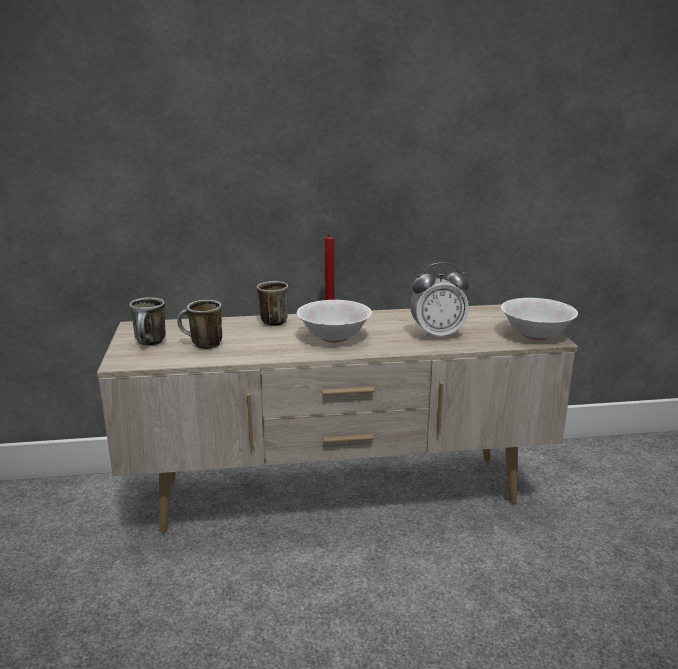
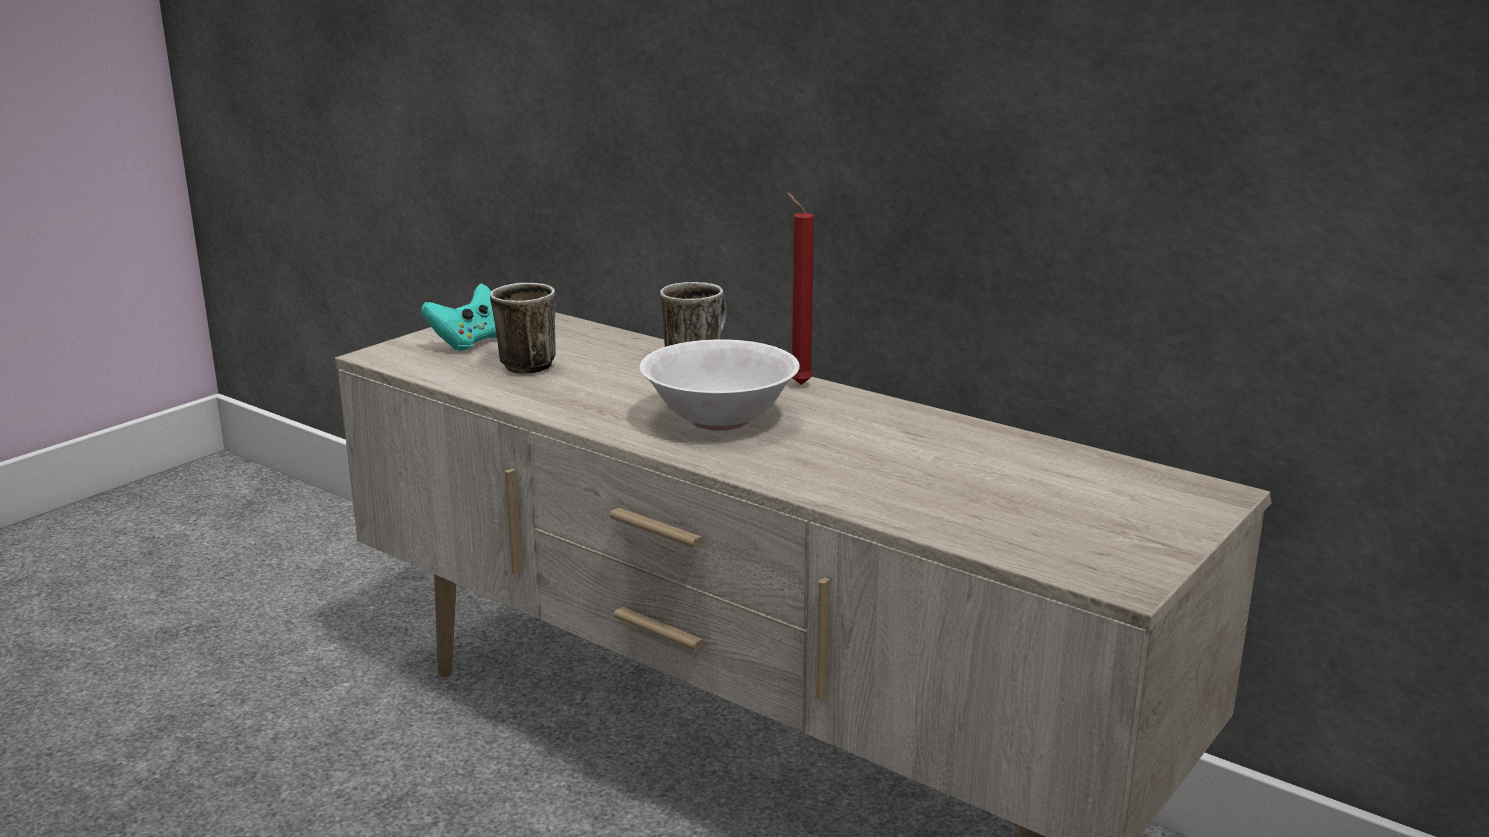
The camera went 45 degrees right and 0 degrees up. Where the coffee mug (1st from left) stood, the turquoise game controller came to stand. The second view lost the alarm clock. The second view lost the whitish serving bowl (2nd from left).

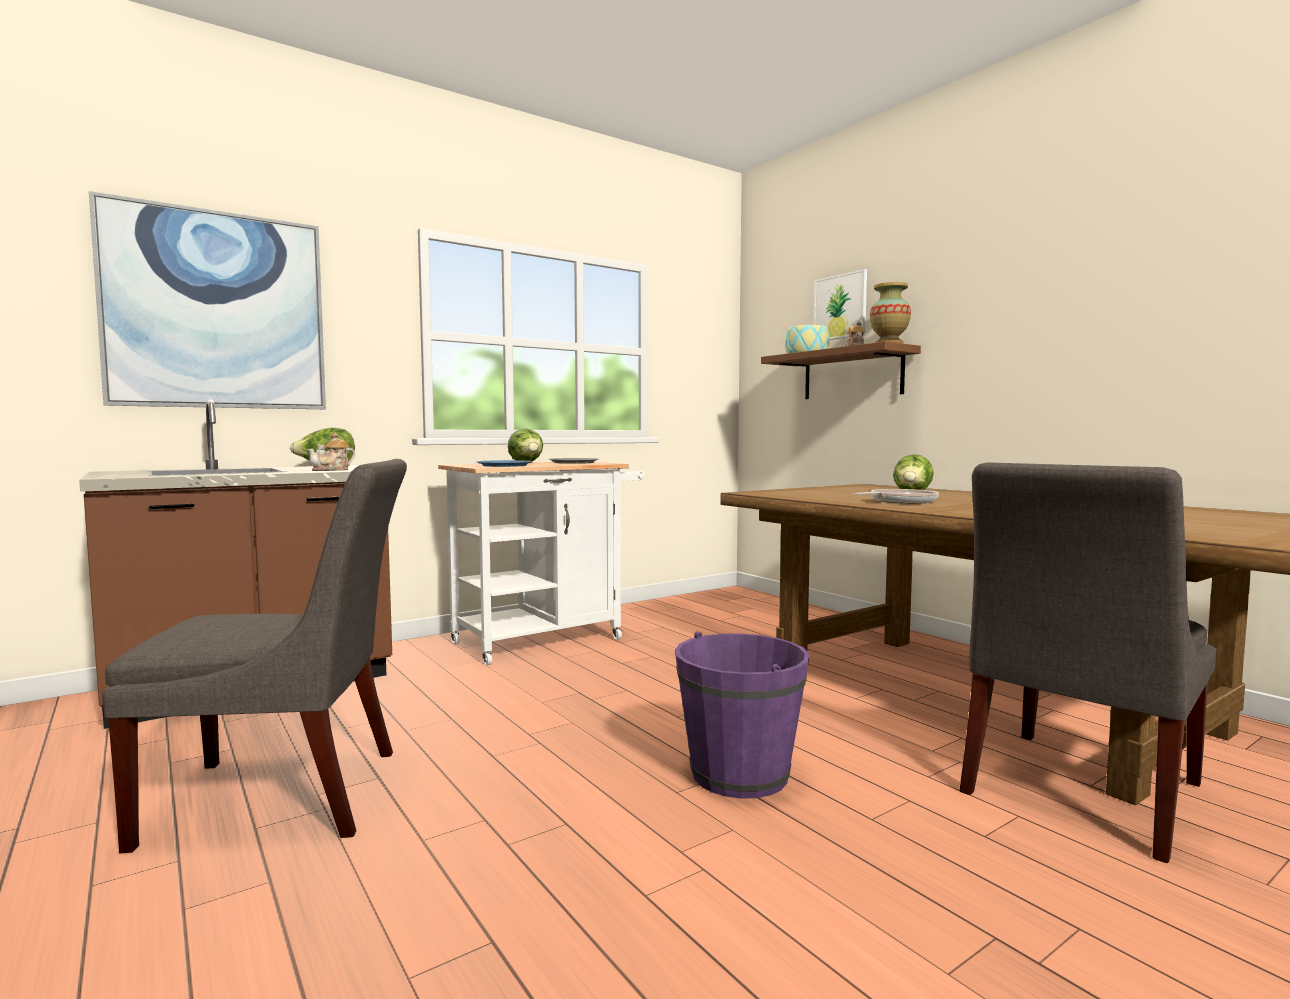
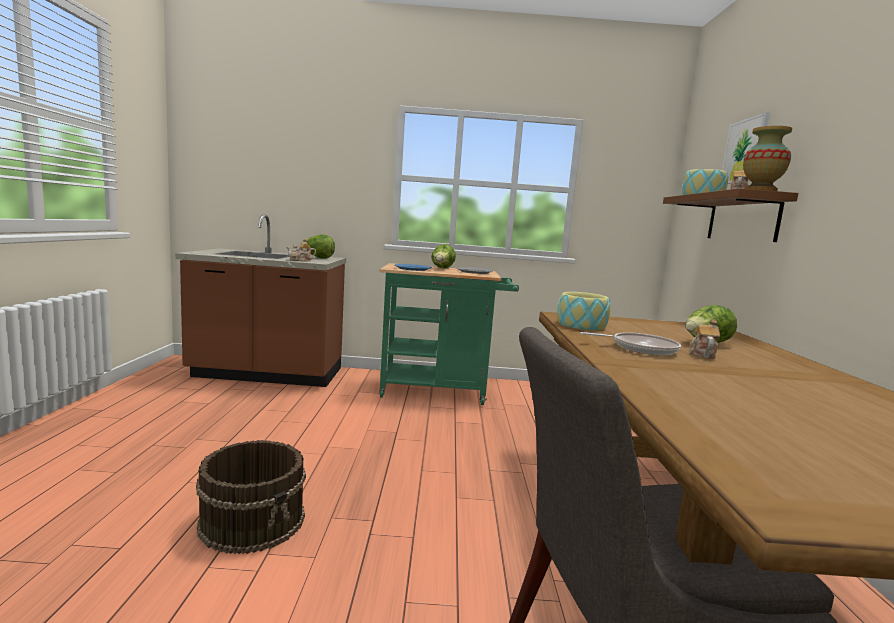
The camera went 35 degrees right and 5 degrees up. The second view gained the brownish bucket. What was the whitish trolley turned into the greenish trolley. The second view gained the serving bowl (1st from left). The second view gained the tea pot (2nd from left). The second view lost the wall picture (1st from left). The second view lost the gray upright chair (1st from left). The second view lost the purple bucket.

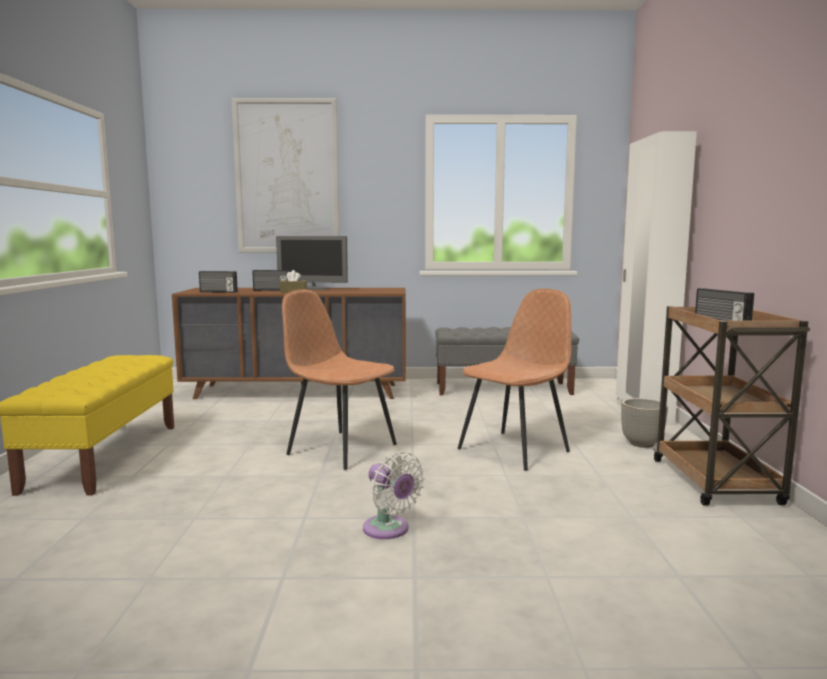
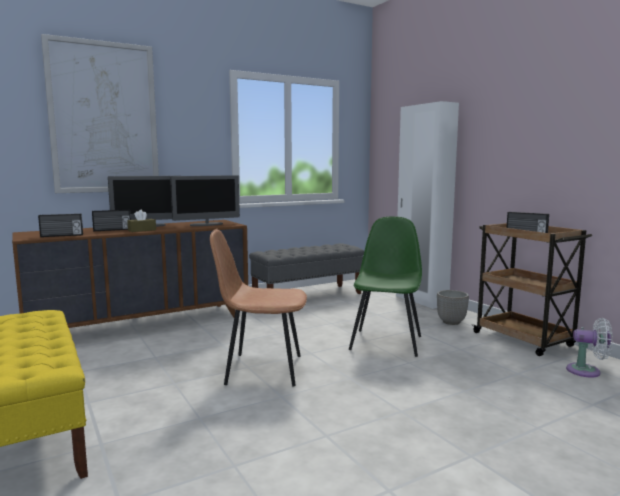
The camera went 30 degrees left and 0 degrees up. The second view gained the computer screen (2nd from left). What was the brownish upright chair (2nd from left) turned into the greenish upright chair. The whitish fan ended up elsewhere.

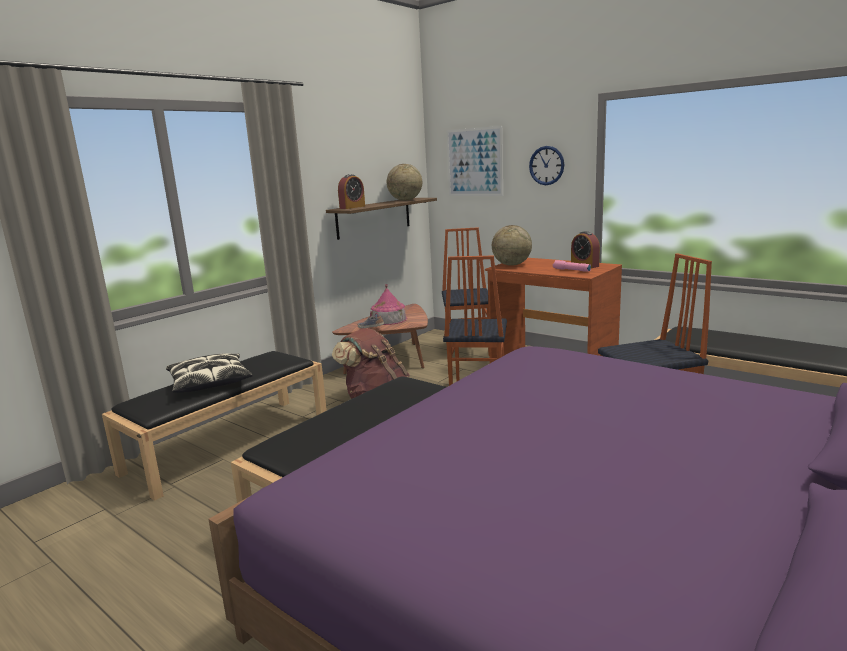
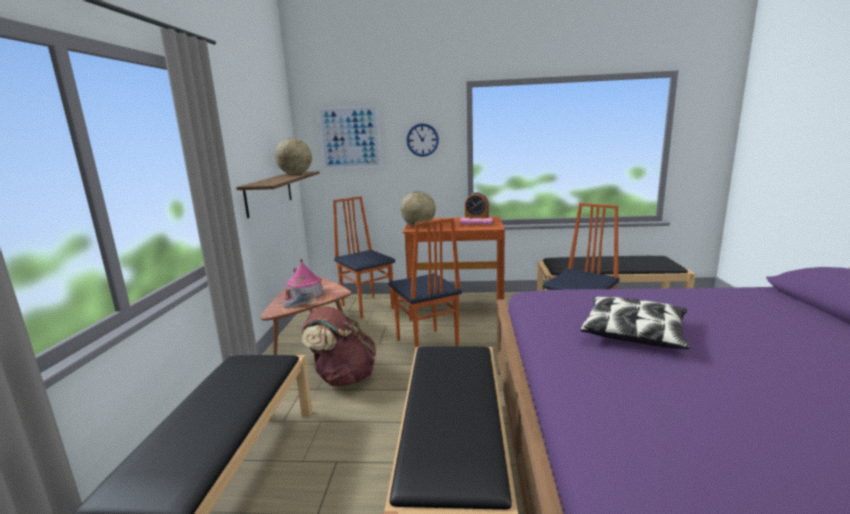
The camera went 35 degrees left and 0 degrees up. The throw pillow ended up elsewhere. The second view lost the alarm clock (1st from left).

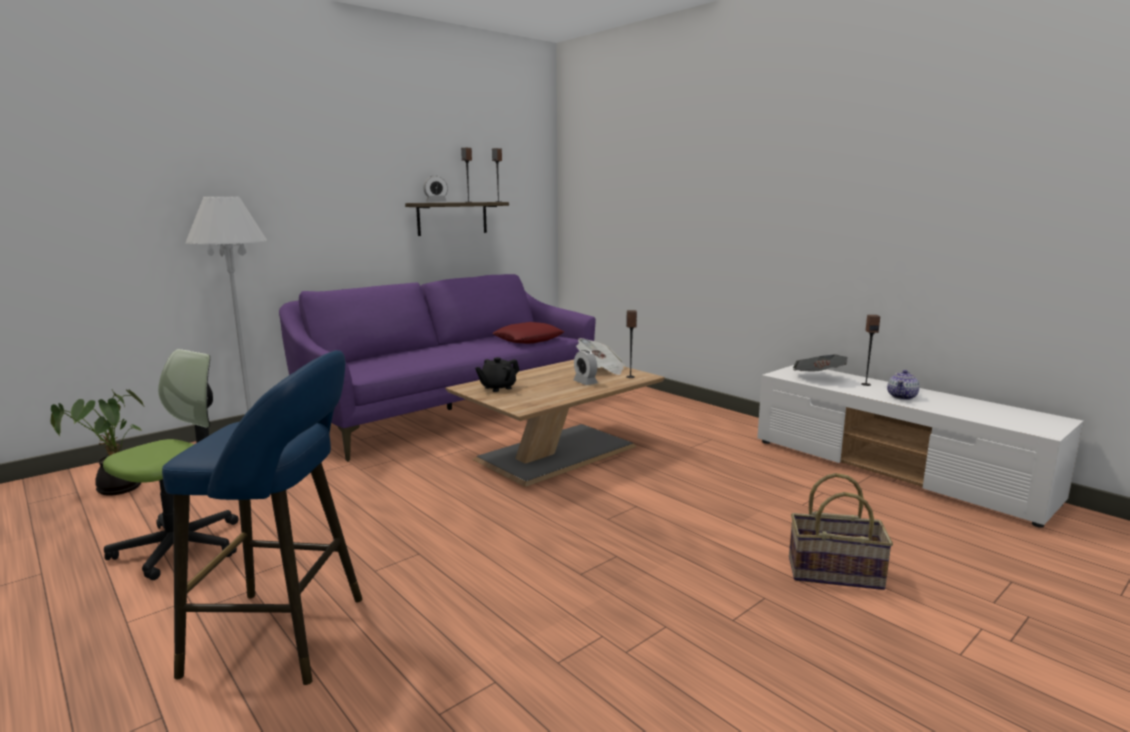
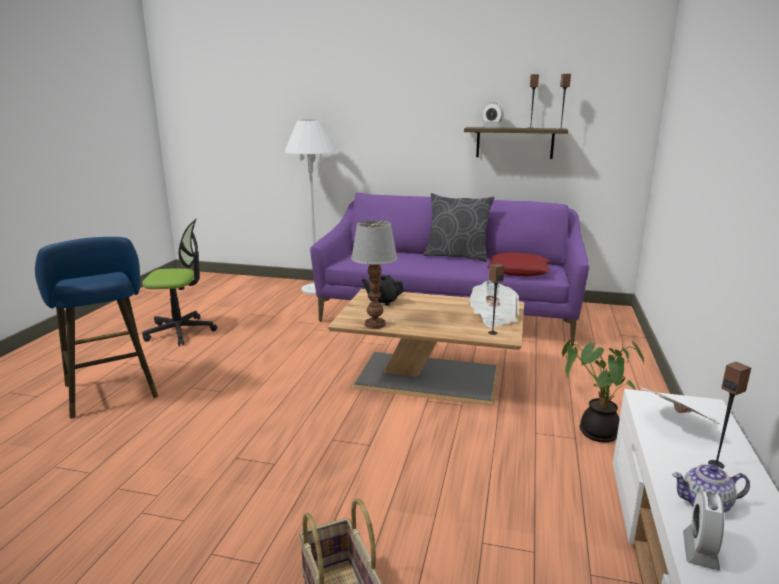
The camera went 55 degrees right and 5 degrees up. The second view gained the table lamp. The second view gained the gray throw pillow. The plant in a pot ended up elsewhere. The alarm clock (2nd from left) ended up elsewhere.

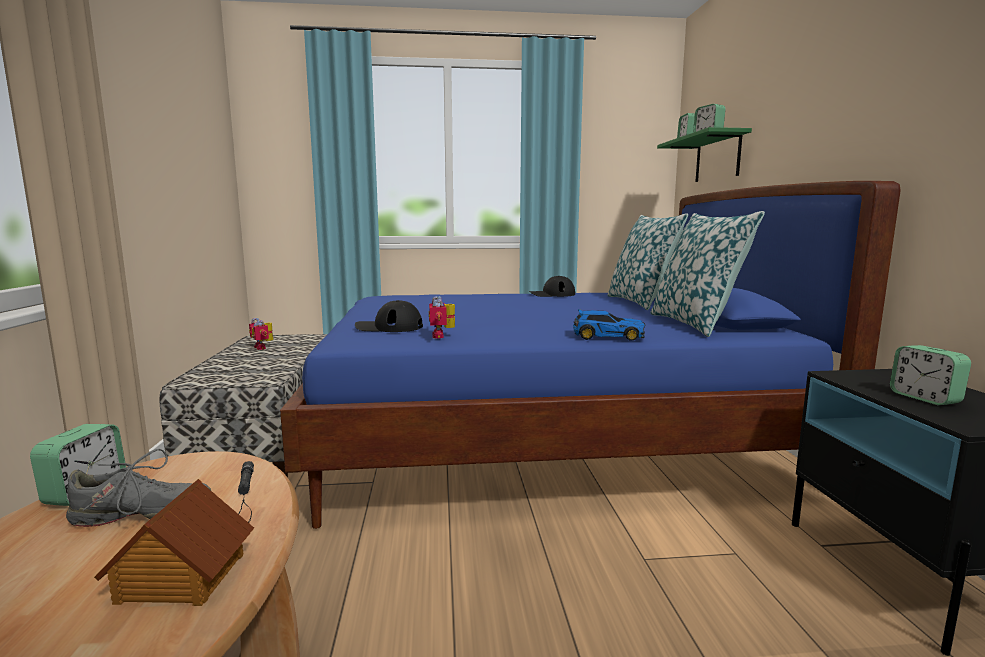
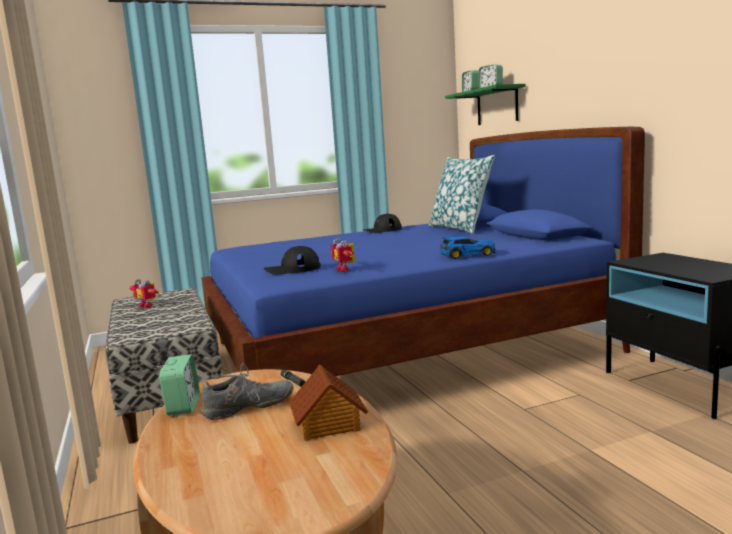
The camera went 15 degrees left and 0 degrees up. The second view lost the throw pillow (2nd from left). The second view lost the alarm clock (4th from left).

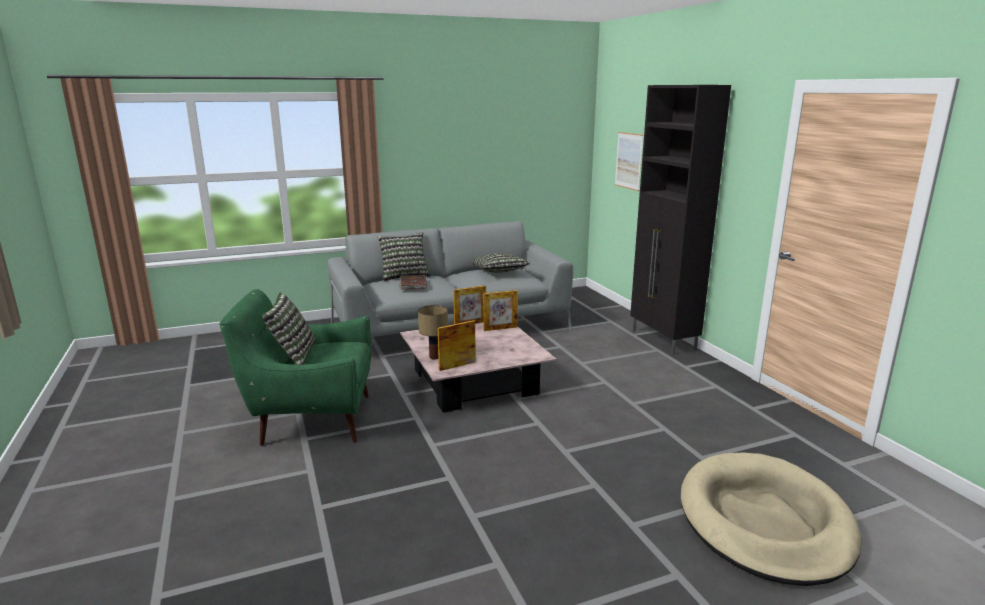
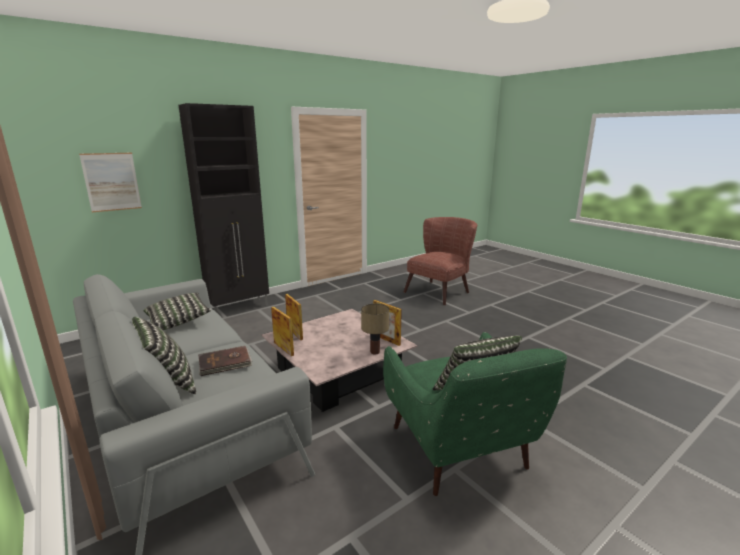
The camera went 105 degrees left and 0 degrees up. Where the beige-coloured pet bed stood, the brownish armchair came to stand.

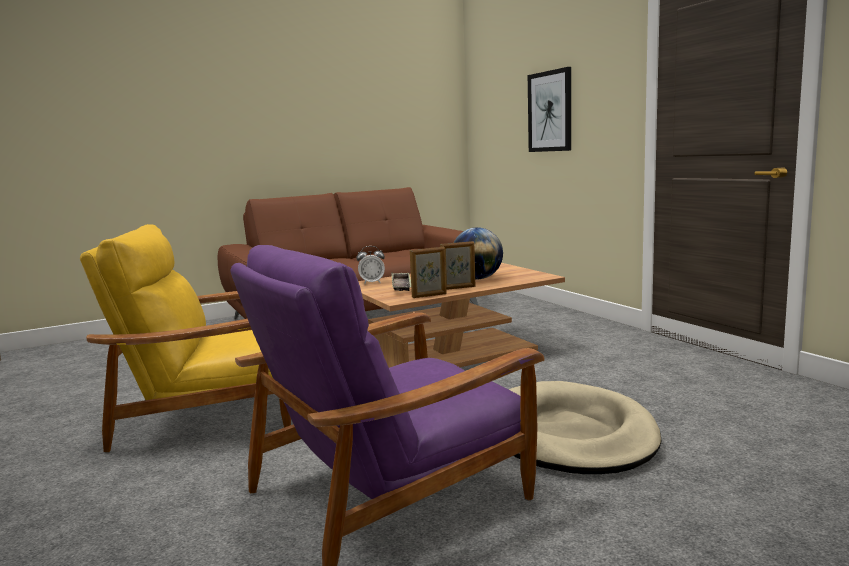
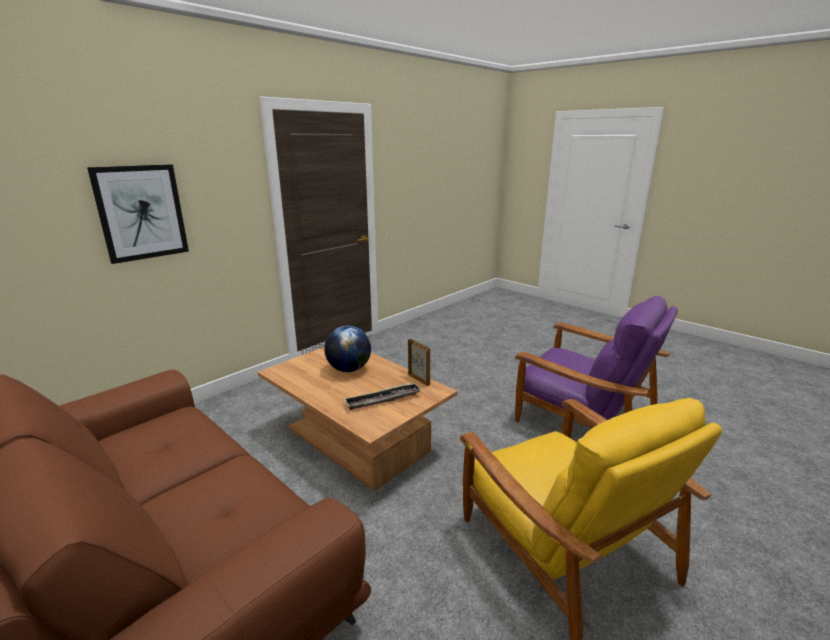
The camera went 110 degrees left and 10 degrees up. The second view lost the alarm clock. The second view lost the standing frame (2nd from left). The second view lost the beige-coloured pet bed.

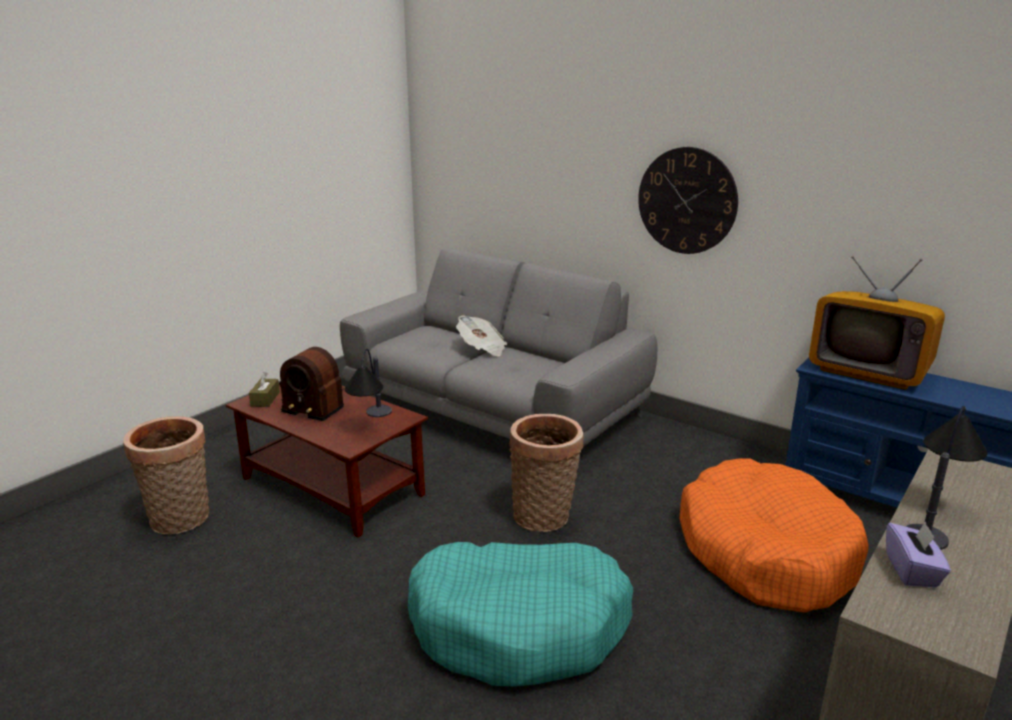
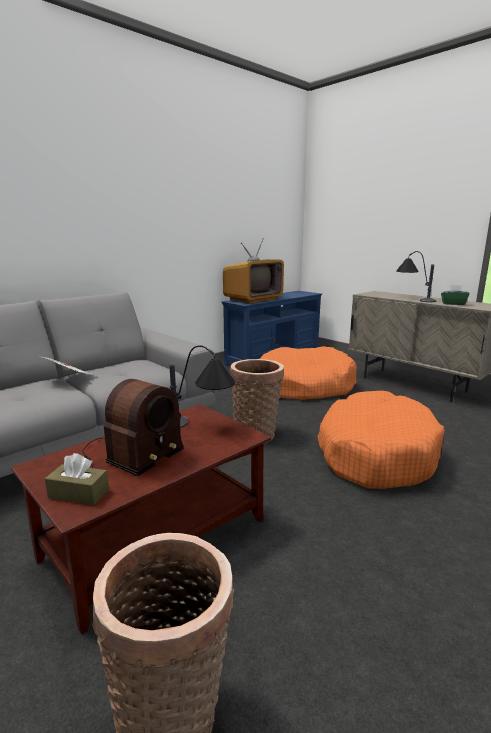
The camera went 80 degrees left and 5 degrees down. What was the turquoise pet bed turned into the orangey pet bed (2nd from left). What was the purple box of tissues turned into the greenish box of tissues. The second view lost the wall clock.

